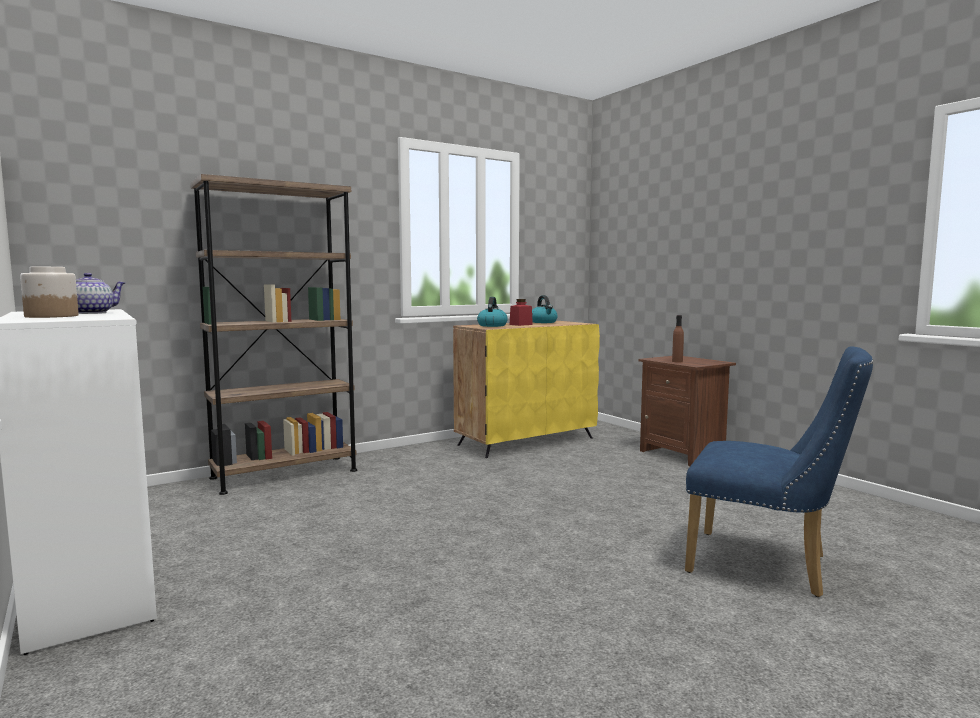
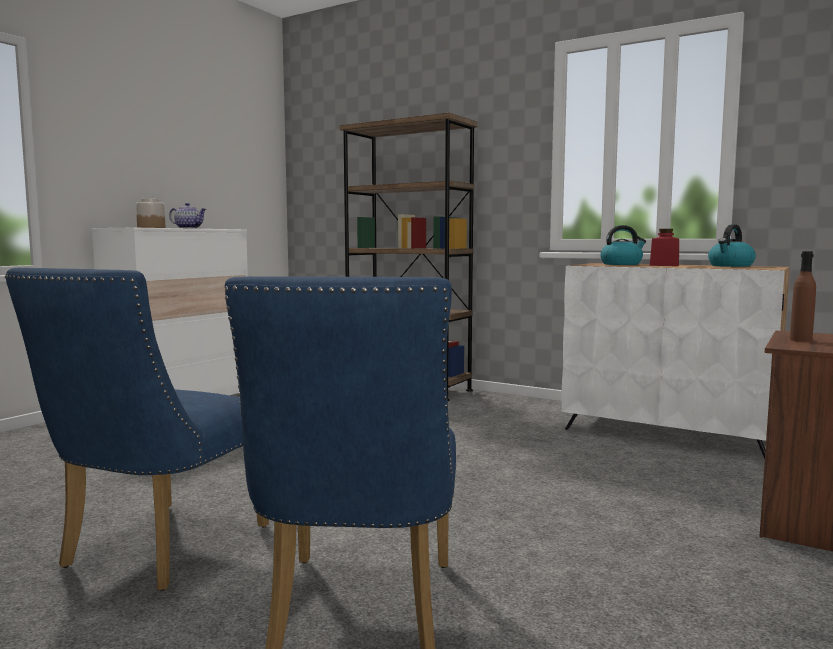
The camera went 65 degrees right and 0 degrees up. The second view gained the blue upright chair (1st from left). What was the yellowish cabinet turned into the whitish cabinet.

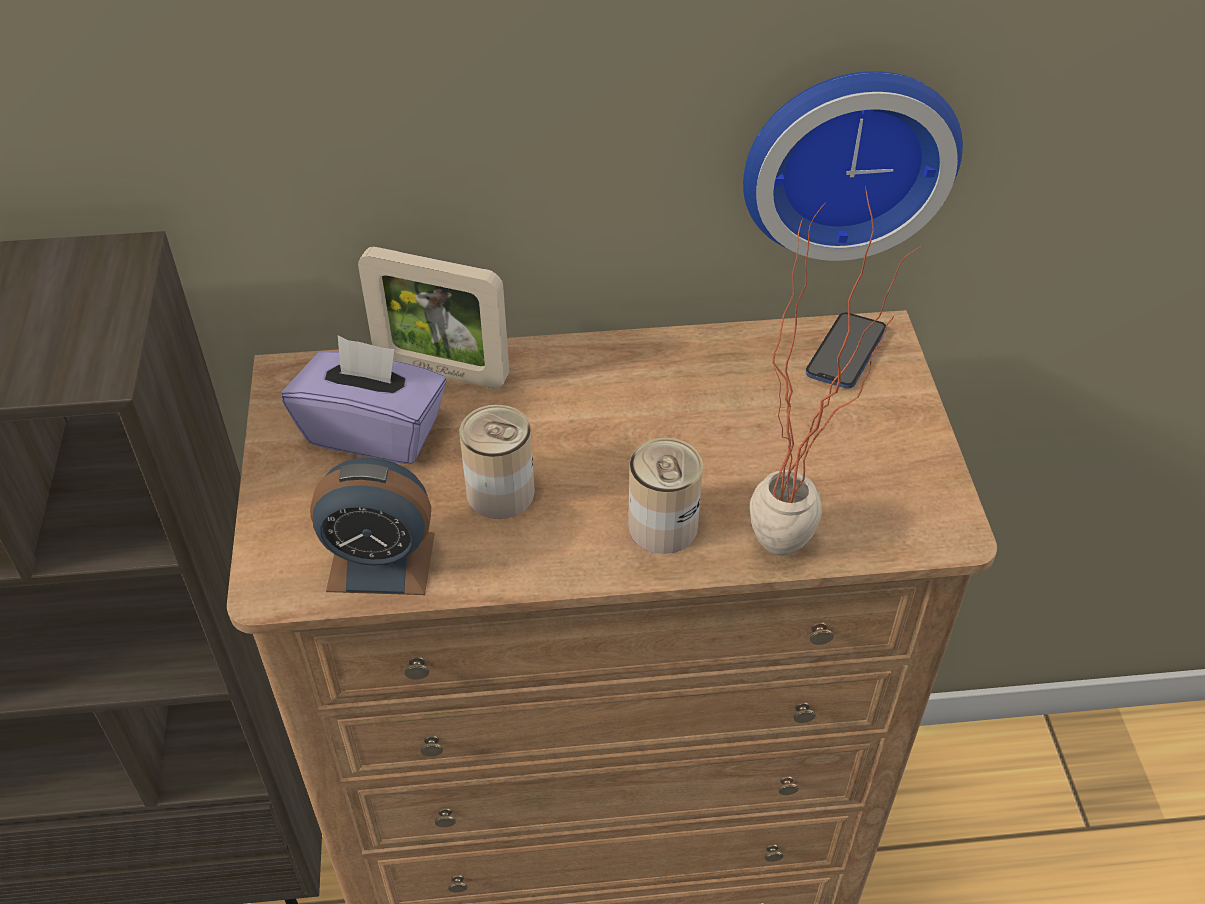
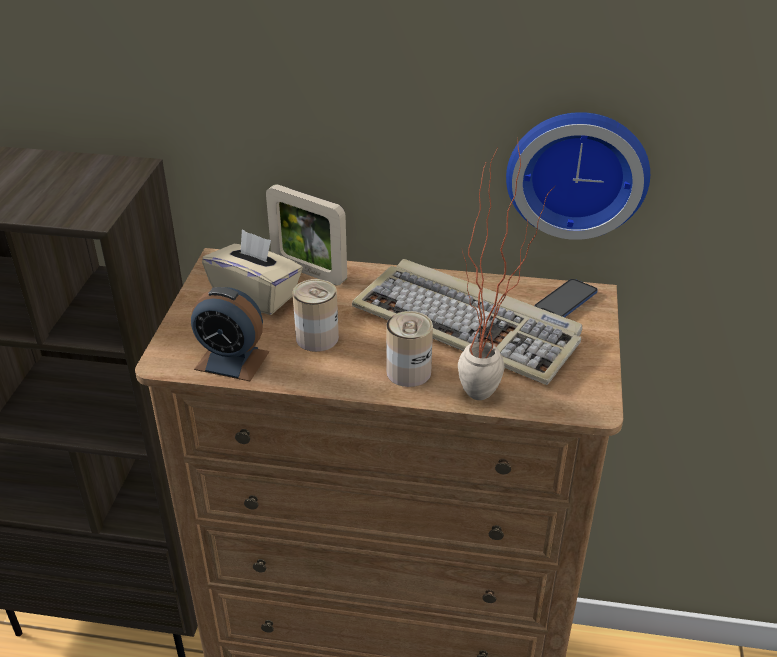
The camera went 15 degrees right and 10 degrees down. What was the purple box of tissues turned into the beige-coloured box of tissues. The second view gained the keyboard.

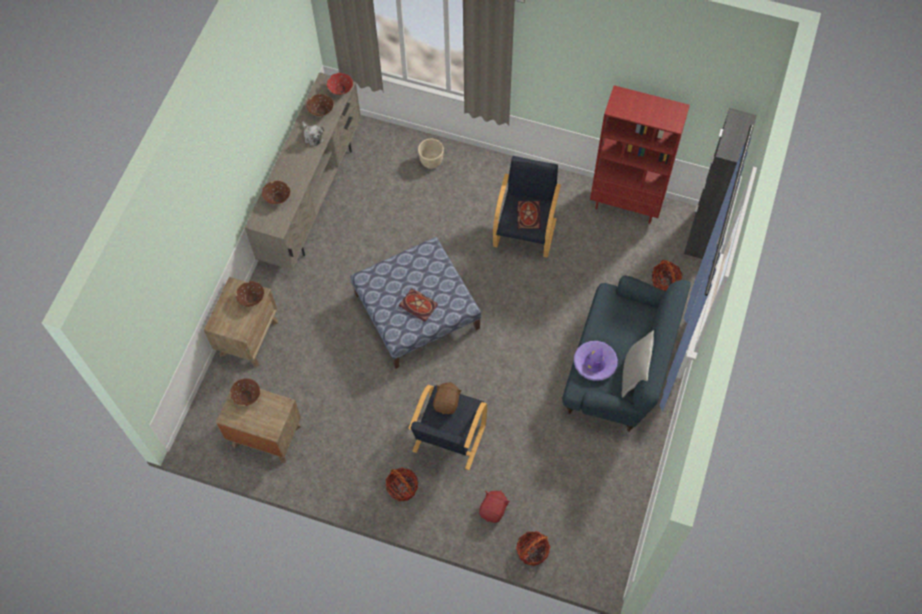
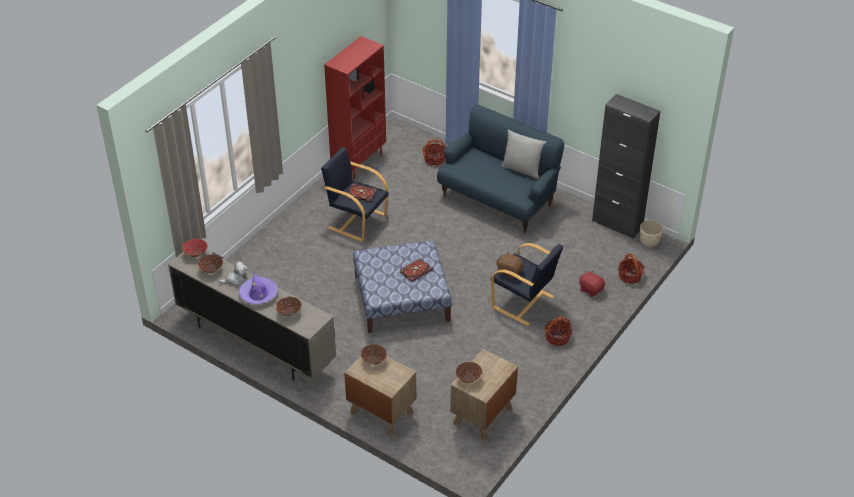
The camera went 75 degrees left and 20 degrees down. The purple clothing hat ended up elsewhere. The blackish cabinet ended up elsewhere. The beige-coloured flower pot ended up elsewhere.

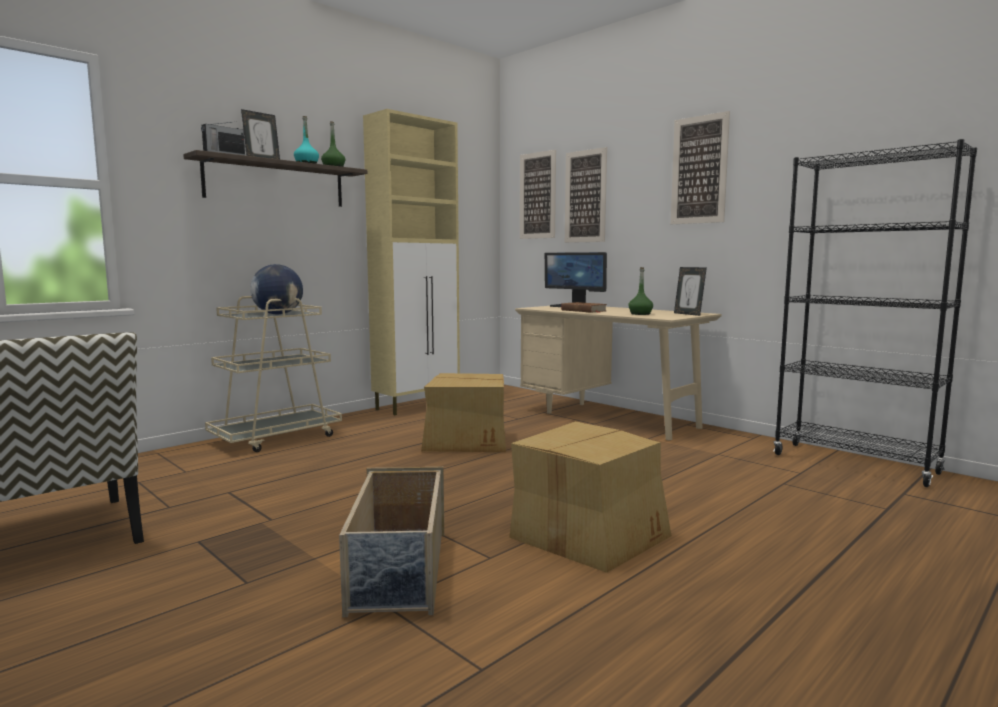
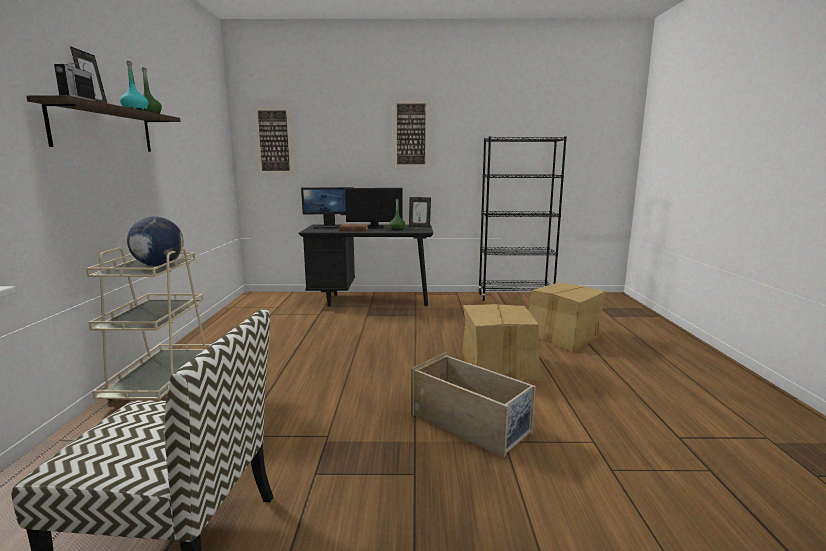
The camera went 45 degrees left and 5 degrees up. What was the beige-coloured desk unit turned into the blackish desk unit. The second view gained the computer screen (2nd from left). The packing box (1st from left in the first image) ended up elsewhere. The second view lost the beige-coloured cabinet. The second view lost the wall picture (2nd from left).

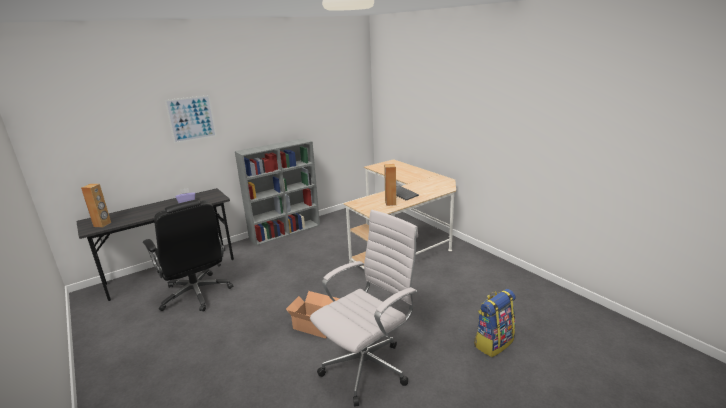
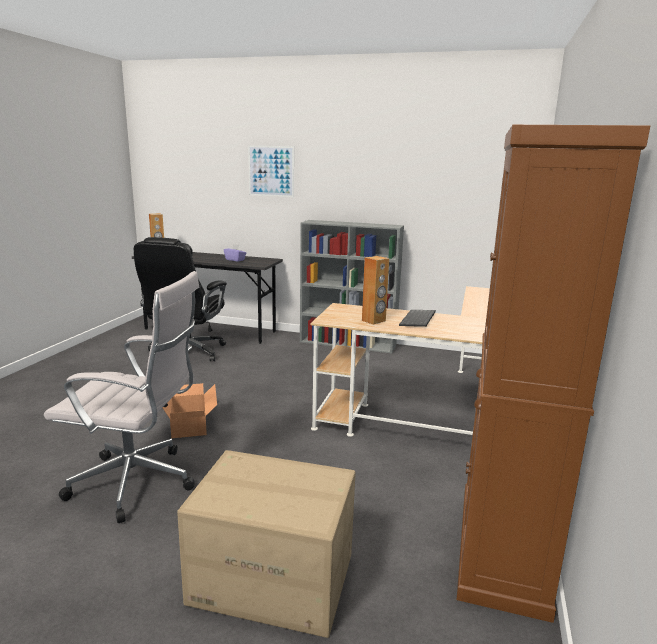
The camera went 50 degrees right and 5 degrees down. Where the knapsack stood, the packing box (2nd from left) came to stand. The second view gained the brownish cabinet.

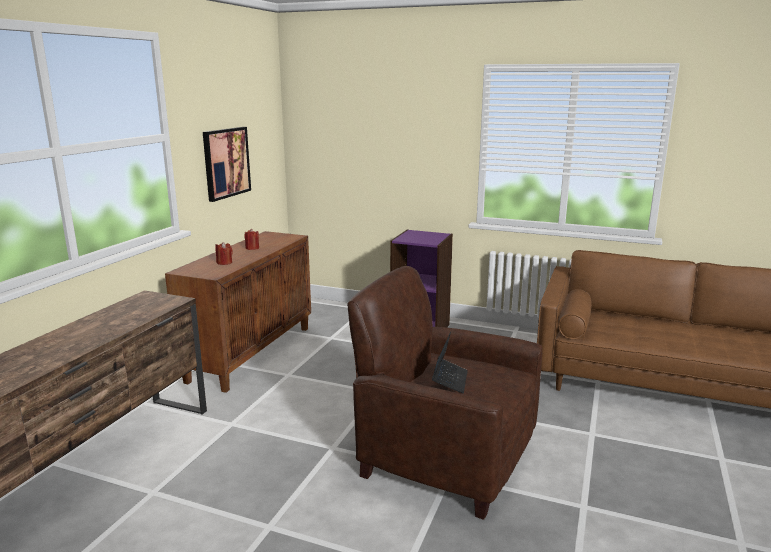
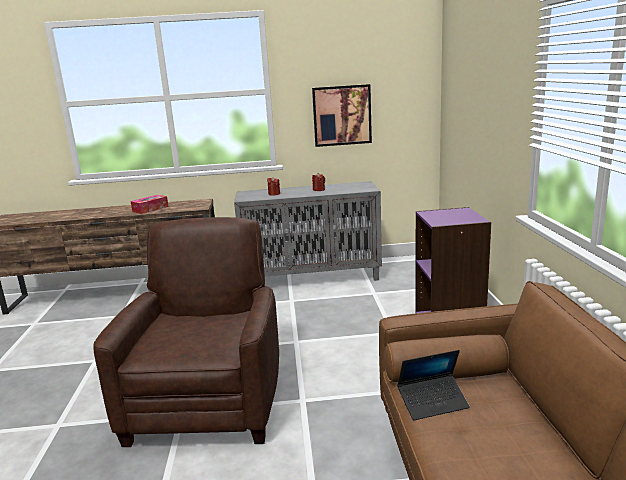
The camera went 65 degrees right and 0 degrees up. The second view gained the box of tissues. What was the brownish cabinet turned into the gray cabinet. The laptop ended up elsewhere.

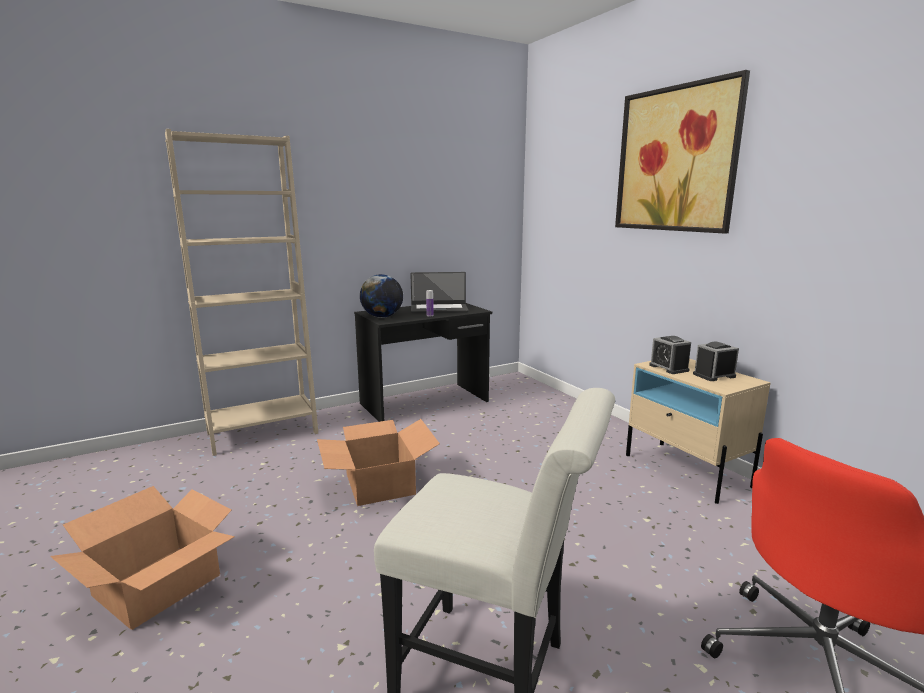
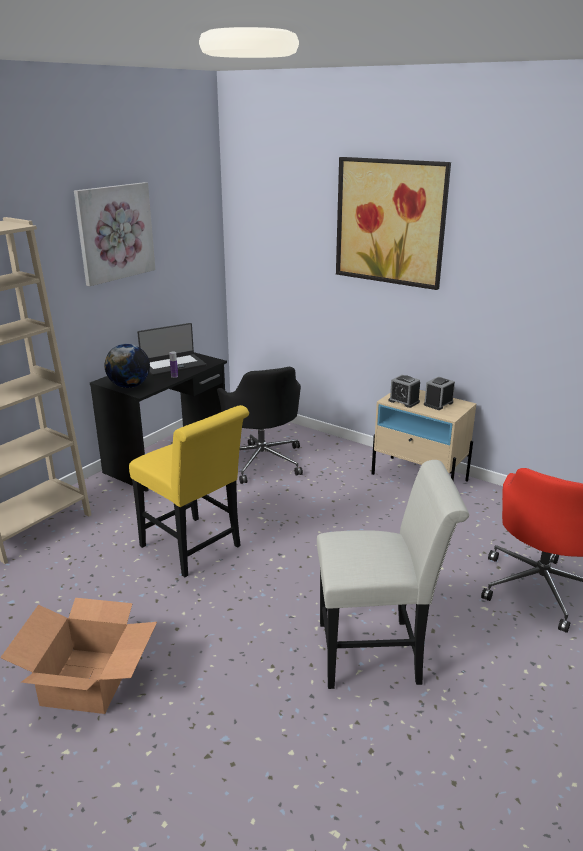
The camera went 25 degrees left and 10 degrees up. The second view gained the wall picture (1st from left). Where the packing box (2nd from left) stood, the yellowish upright chair came to stand. The second view gained the blackish computer chair.

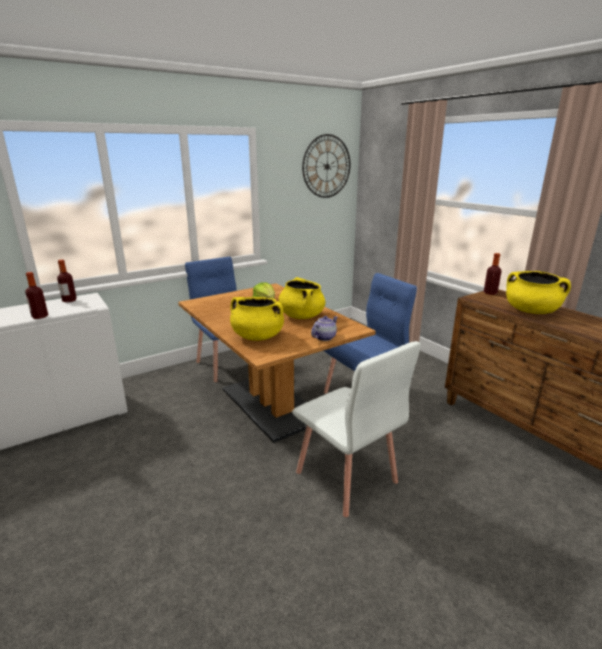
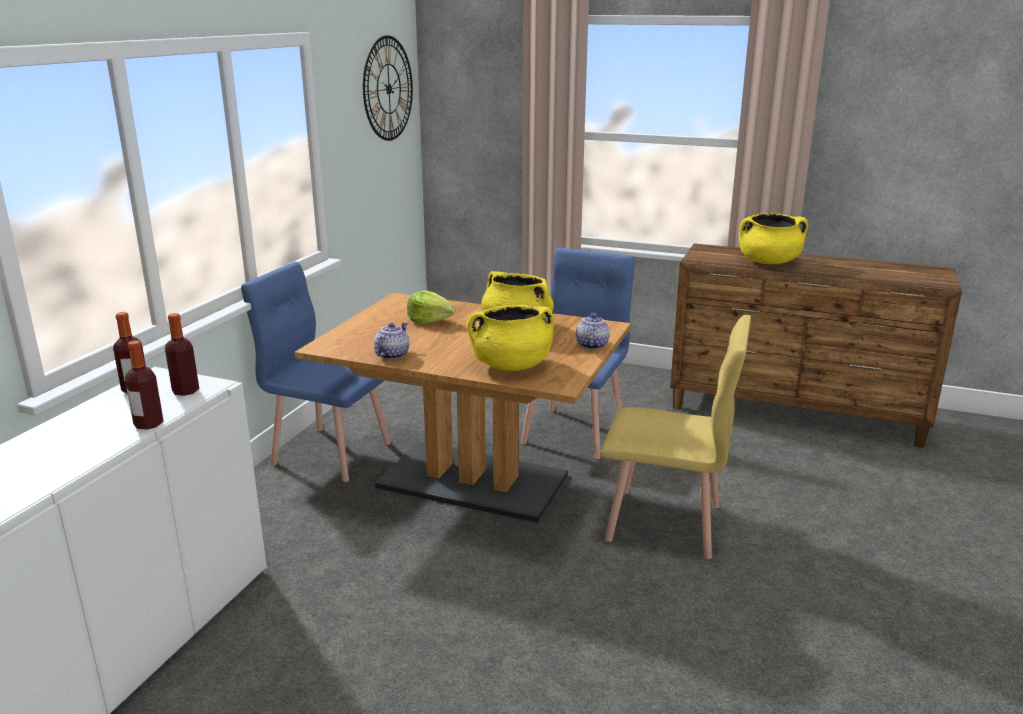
The camera went 35 degrees left and 0 degrees up. The drink bottle (3rd from left) ended up elsewhere. The second view gained the tea pot (1st from left). What was the whitish upright chair turned into the yellowish upright chair.

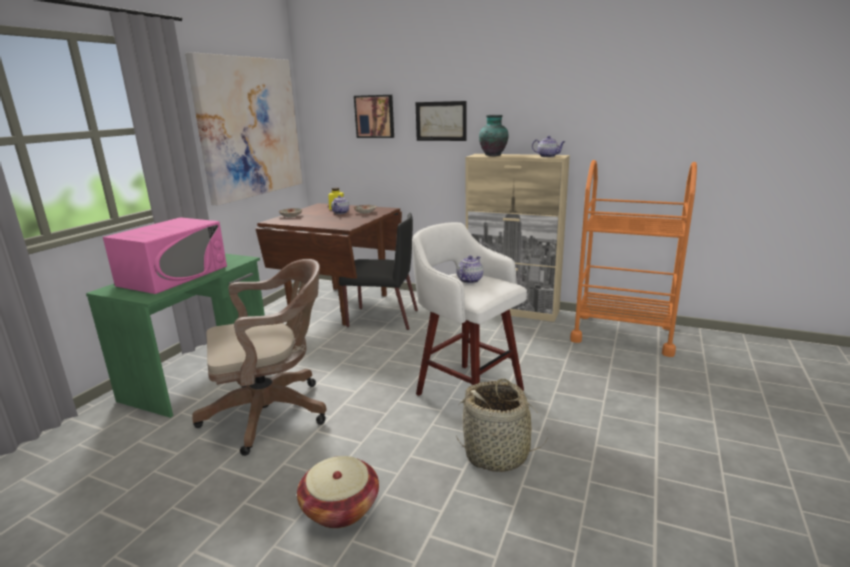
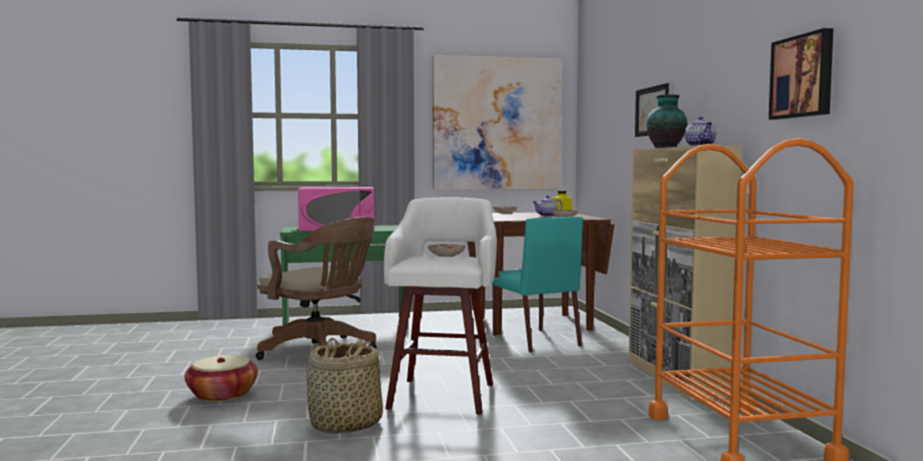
The camera went 55 degrees right and 15 degrees down. Where the tea pot (2nd from left) stood, the dinner plate (1st from left) came to stand. What was the blackish upright chair turned into the turquoise upright chair. The wall picture (2nd from left in the first image) ended up elsewhere.

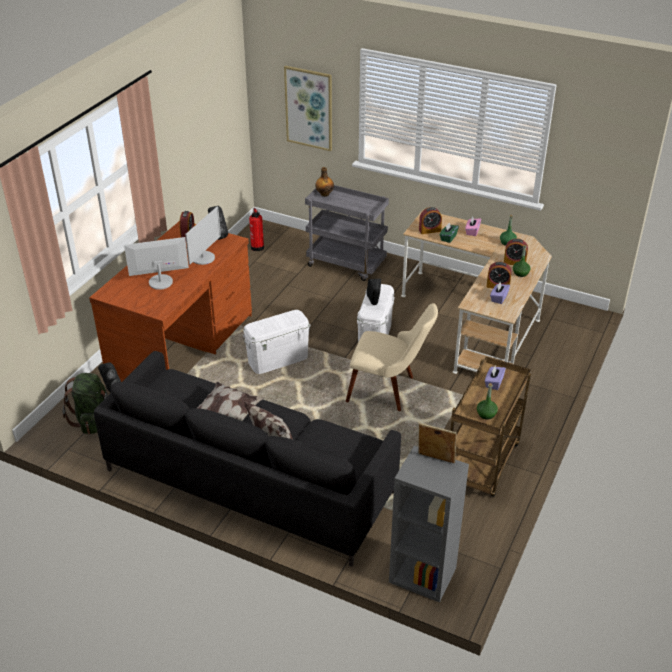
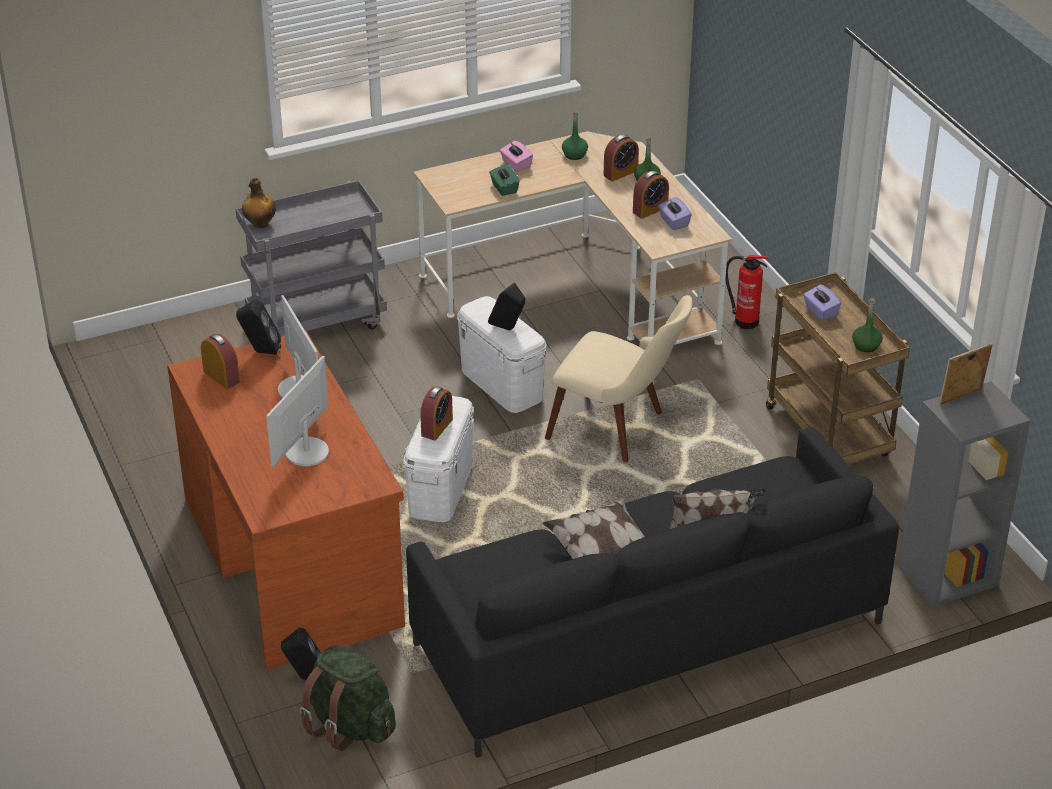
The camera went 50 degrees left and 0 degrees up. The alarm clock (2nd from left) ended up elsewhere. The beige-coloured upright chair ended up facing another way, 60 degrees clockwise from before. The extinguisher ended up elsewhere. The second view lost the wall picture.

